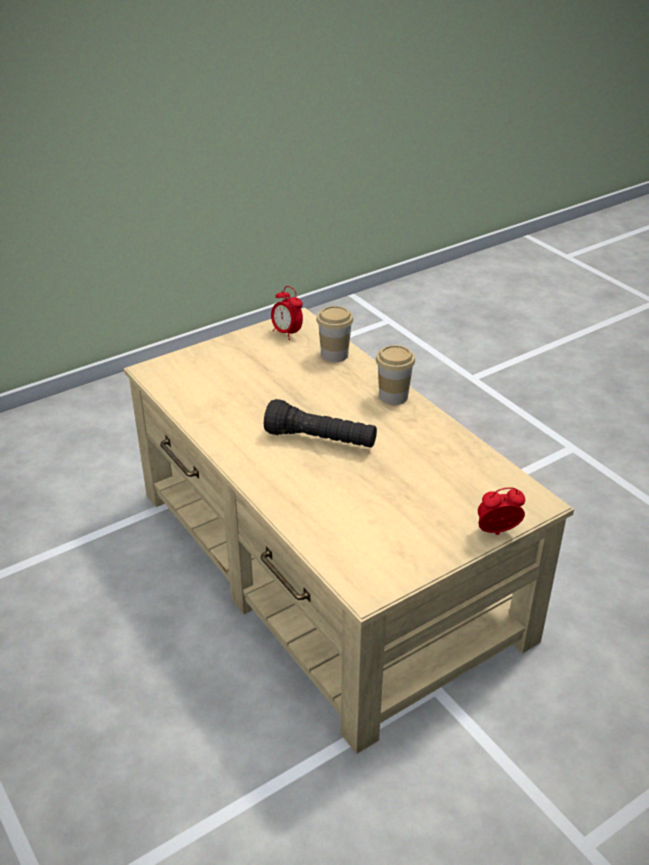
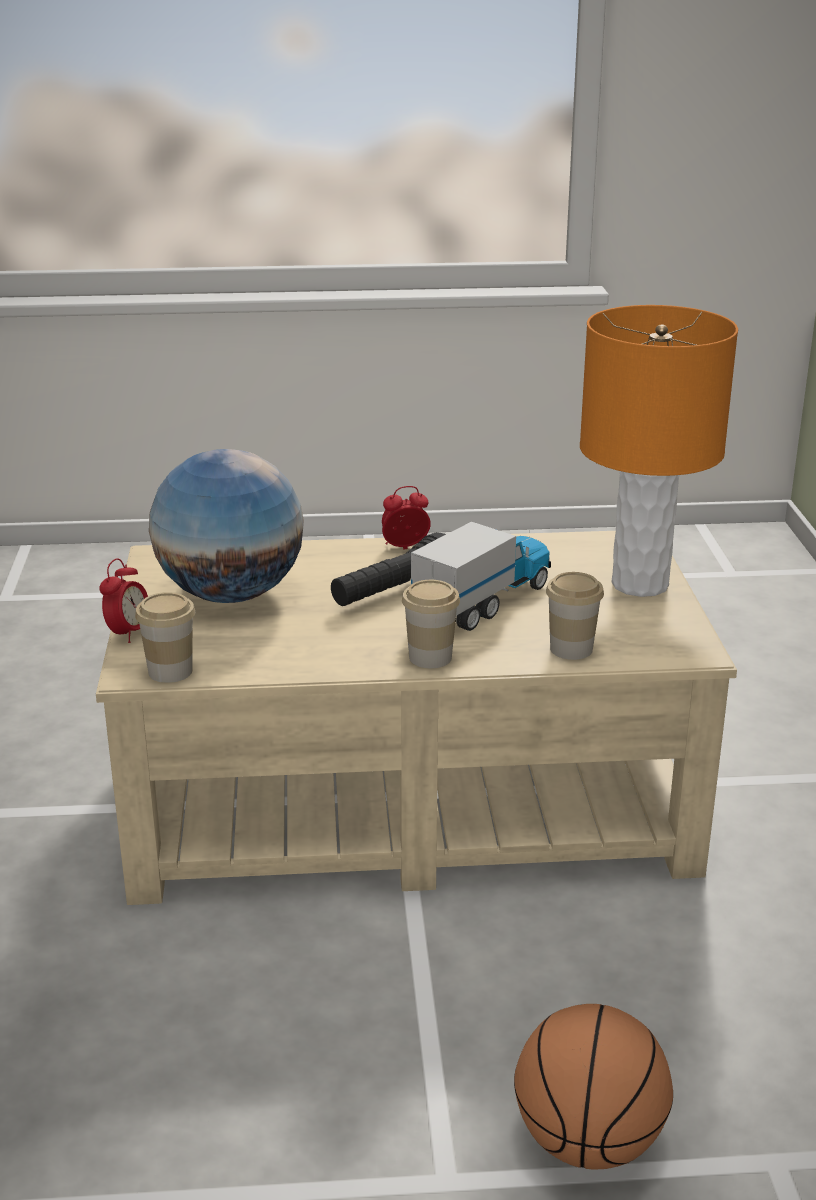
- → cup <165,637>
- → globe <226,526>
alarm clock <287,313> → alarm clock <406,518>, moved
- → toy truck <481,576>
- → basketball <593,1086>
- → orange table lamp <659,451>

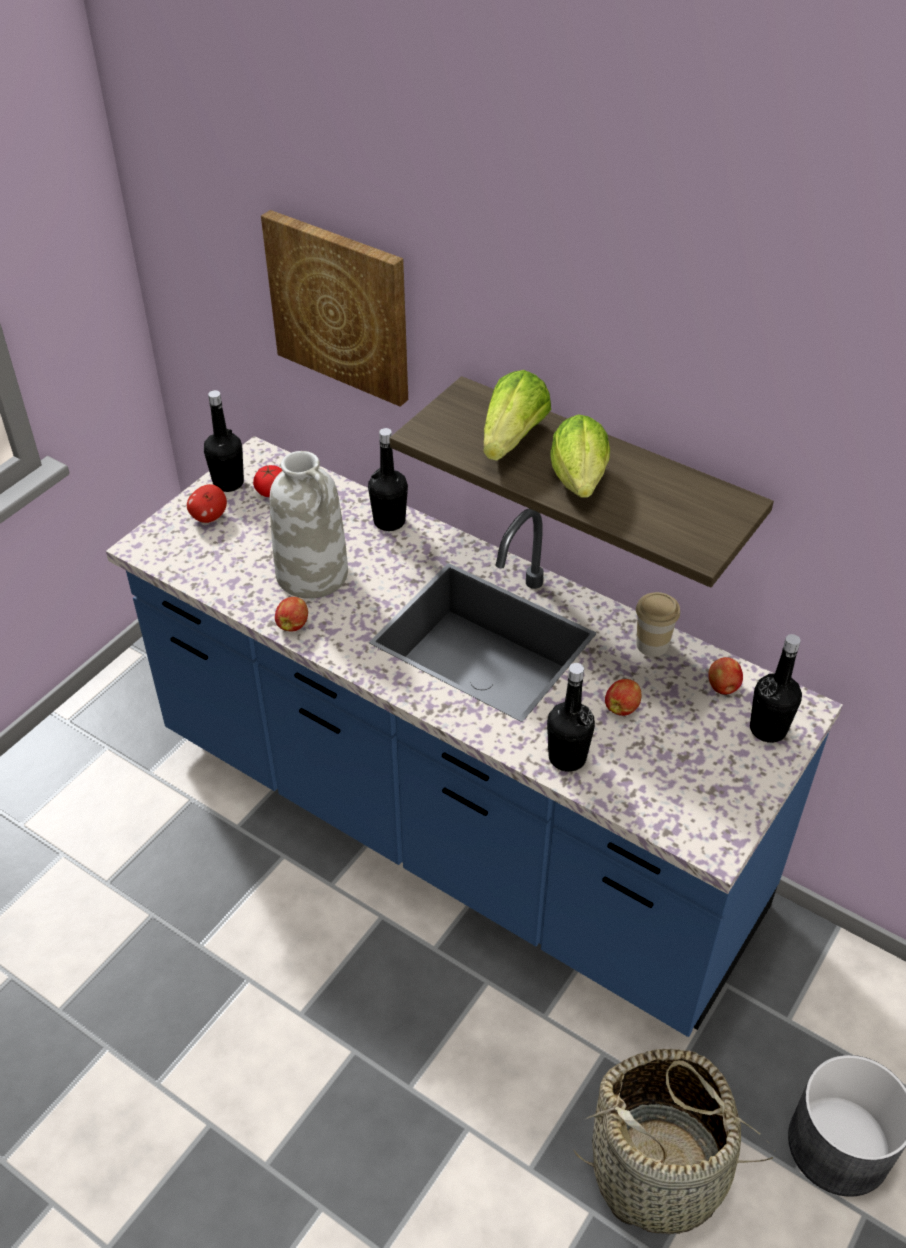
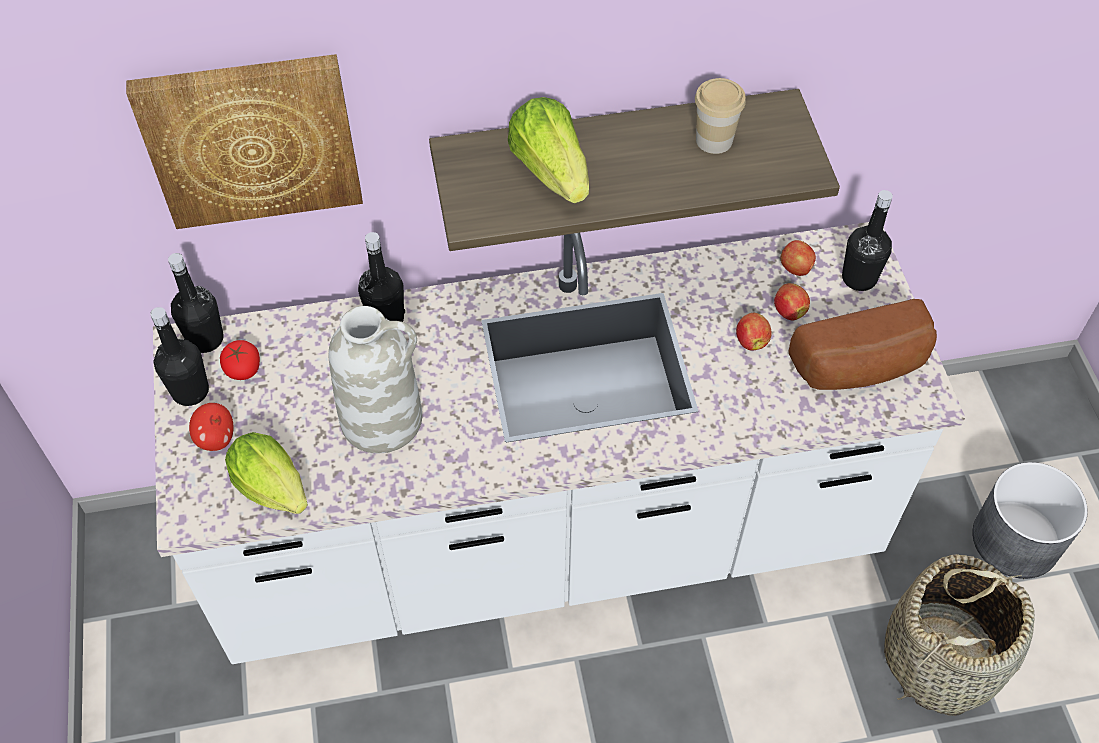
blue counter <474,736> → white counter <559,443>
black bottle <571,717> → black bottle <196,303>, moved
lettuce <580,456> → lettuce <266,473>, moved
cup <658,624> → cup <720,116>, moved
apple <291,614> → apple <792,302>, moved
- → bread <863,344>

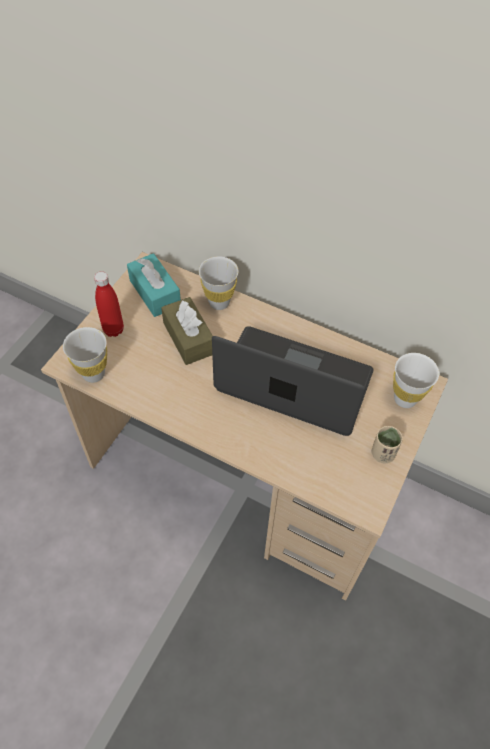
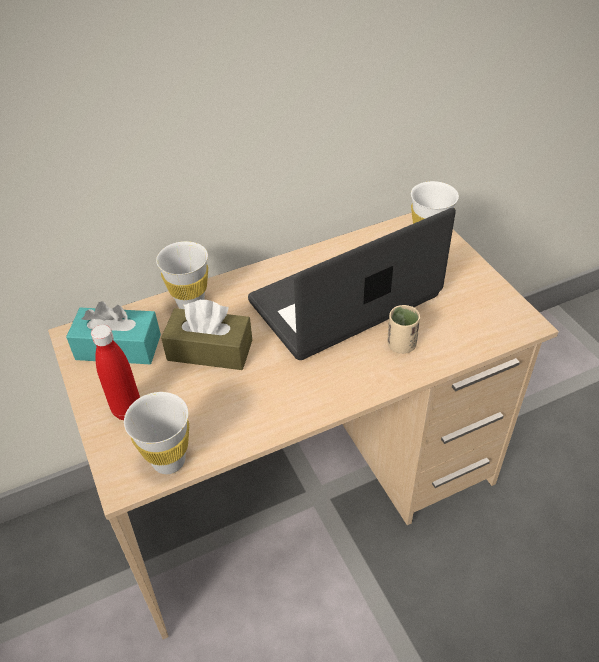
beige cup <387,444> → beige cup <403,329>, moved

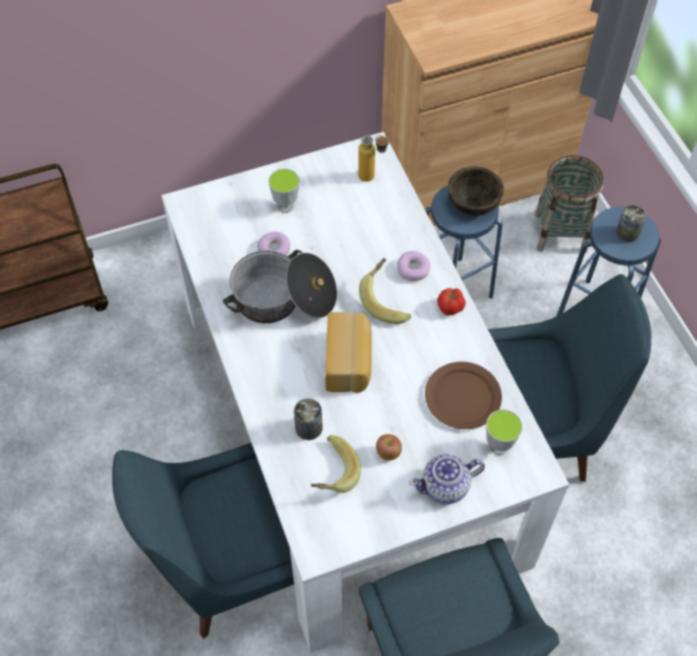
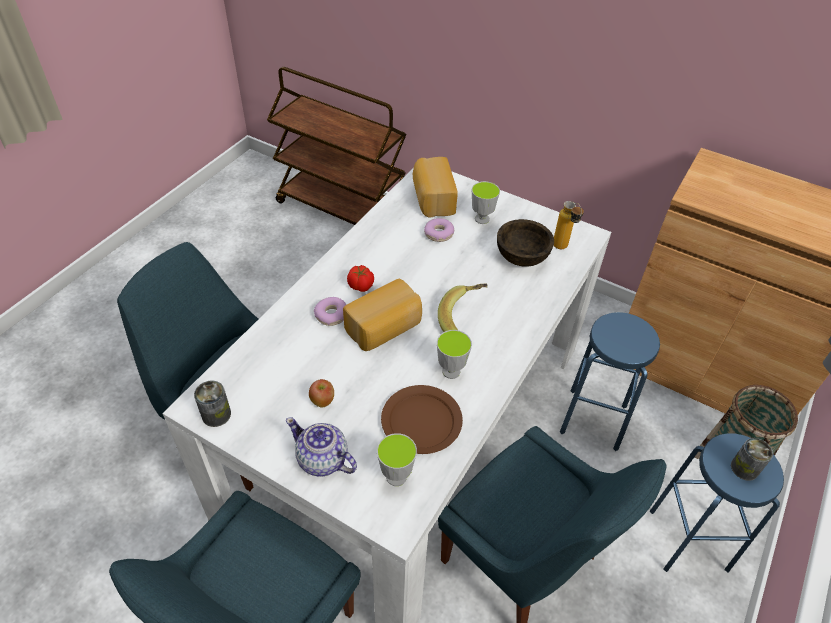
can <308,419> → can <212,403>, moved
donut <413,266> → donut <330,311>, moved
tomato <451,302> → tomato <360,278>, moved
- → bread <435,187>
- → cup <454,354>
brown bowl <476,191> → brown bowl <525,243>, moved
cooking pot <280,286> → -
banana <336,464> → -

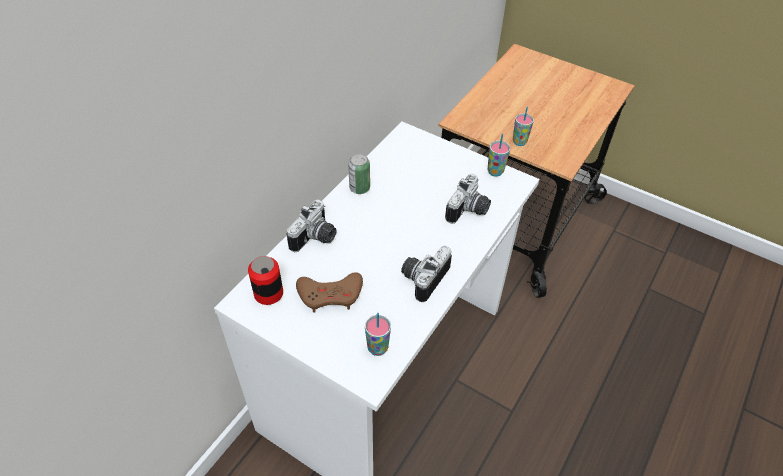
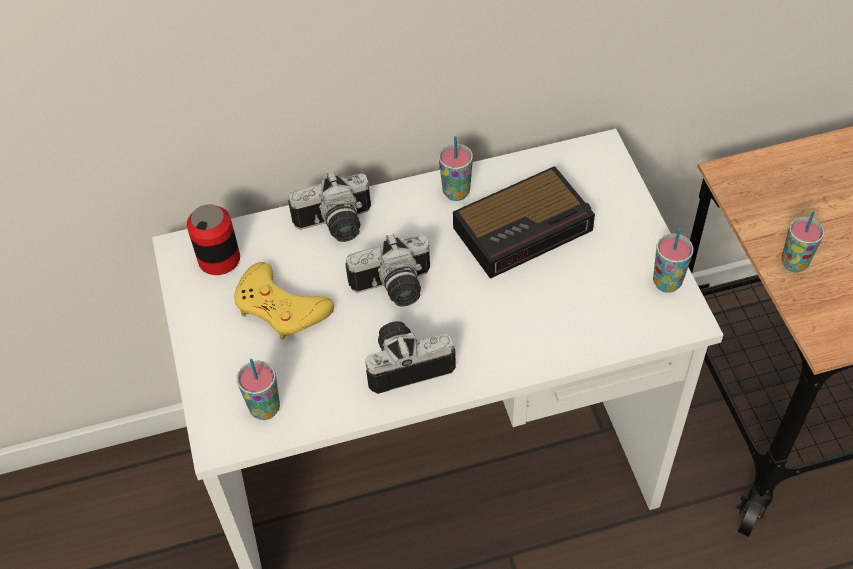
brown game controller <329,292> → yellow game controller <284,301>
photo camera <468,199> → photo camera <387,270>, moved
can <359,173> → cup <456,168>
- → alarm clock <524,222>

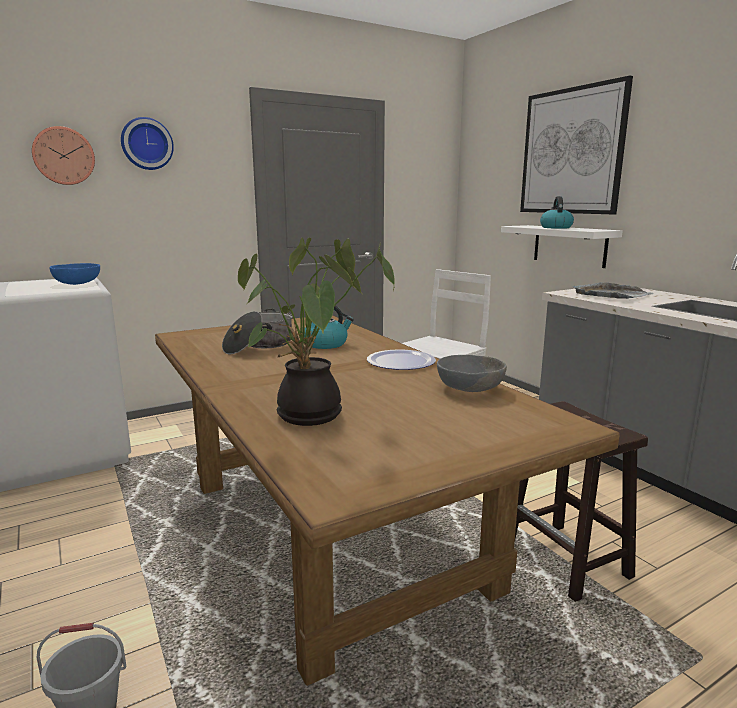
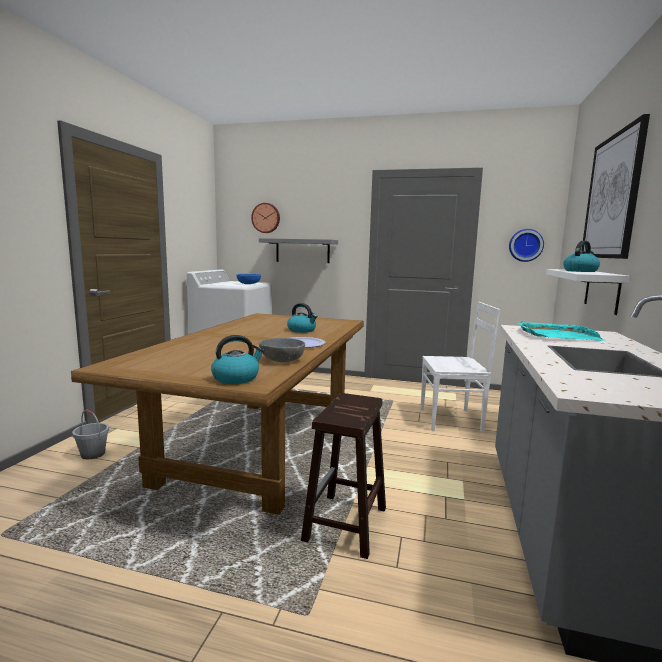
- → kettle <237,359>
- → grey shelf <298,250>
wall clock <147,143> → wall clock <526,245>, moved
grey tray <613,290> → turquoise tray <562,331>
cooking pot <257,331> → -
potted plant <316,331> → -

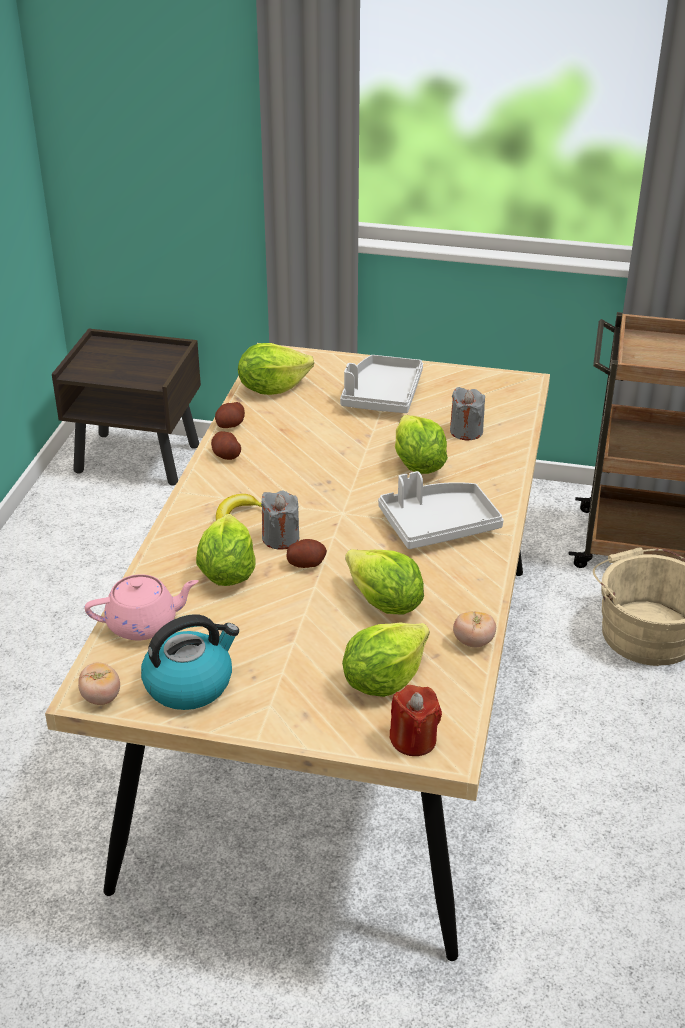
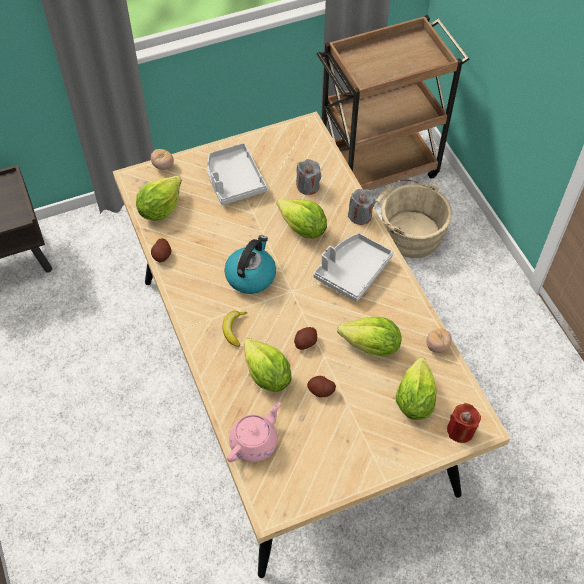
tomato <99,683> → tomato <162,159>, moved
kettle <190,662> → kettle <250,264>, moved
potato <226,445> → potato <321,386>, moved
grey candle <280,520> → grey candle <361,207>, moved

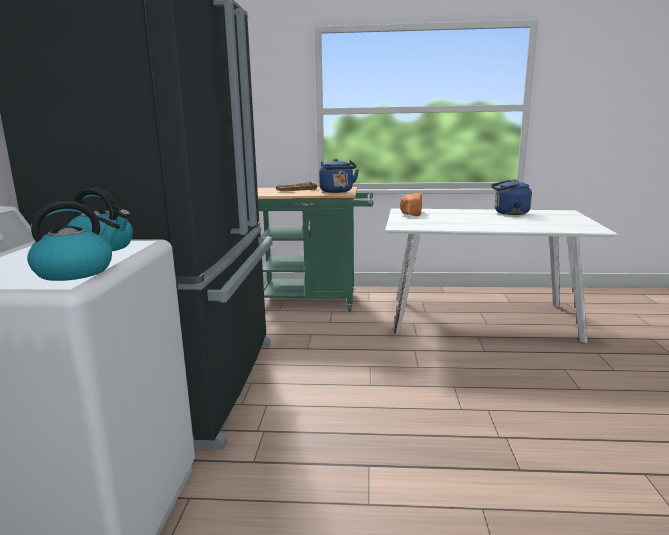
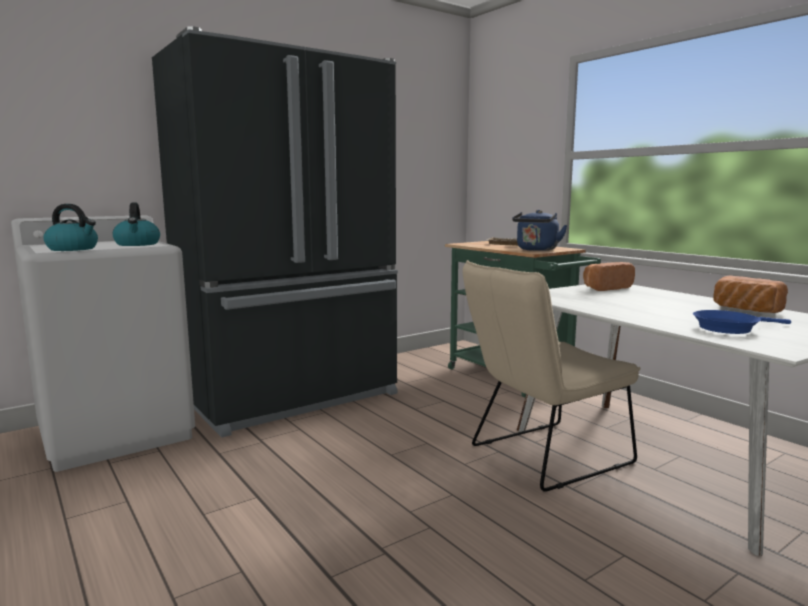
- → beige chair <551,376>
- → blue frying pan <742,322>
blue kettle <511,197> → bread <750,294>

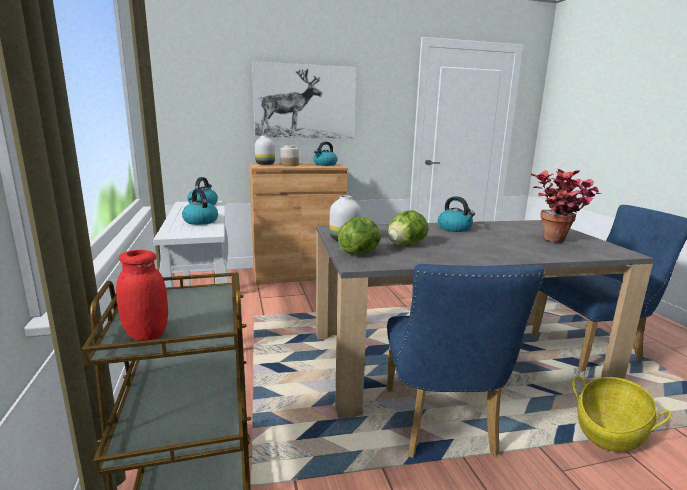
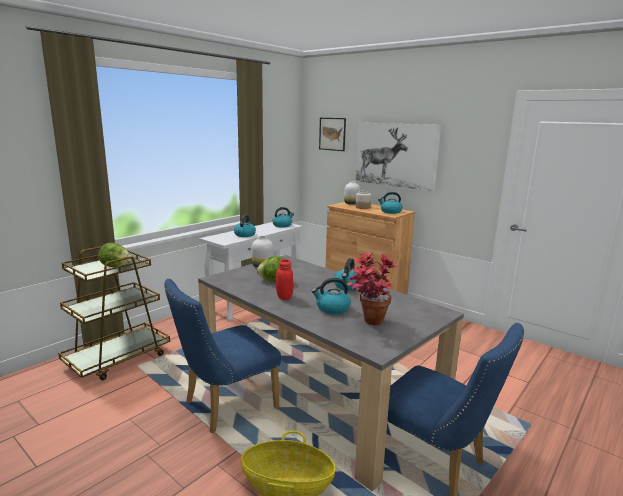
lettuce <359,235> → lettuce <115,255>, moved
red jar <142,295> → red jar <284,279>, moved
- → kettle <331,296>
- → picture <332,134>

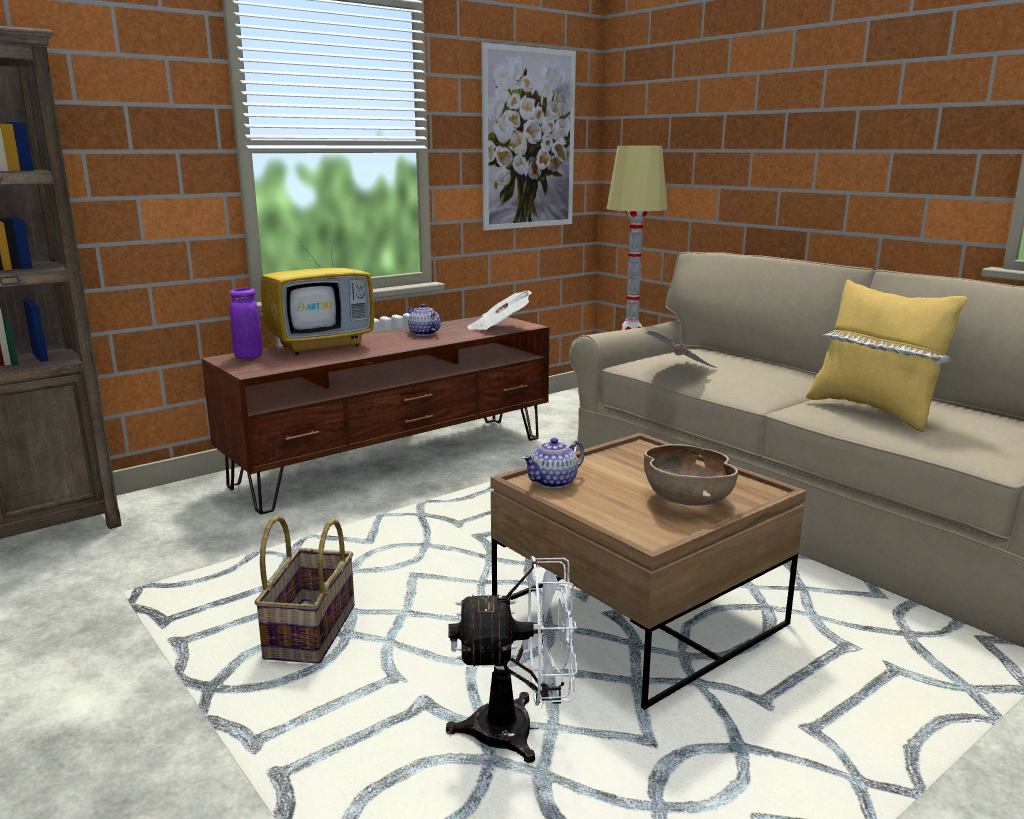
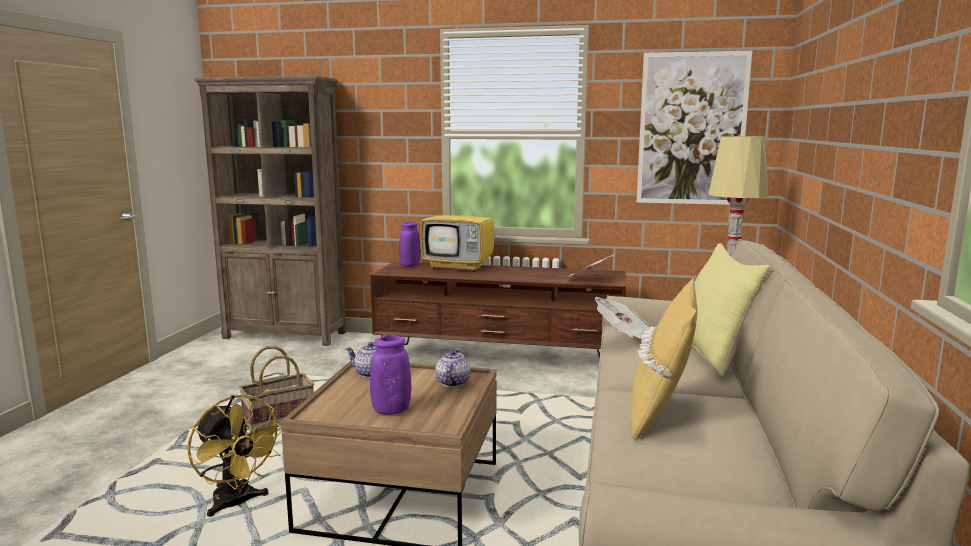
white fan <512,659> → yellow fan <236,456>
brown bowl <691,475> → purple vase <391,375>
teapot <424,320> → teapot <453,368>, moved
- → yellow pillow <731,309>

